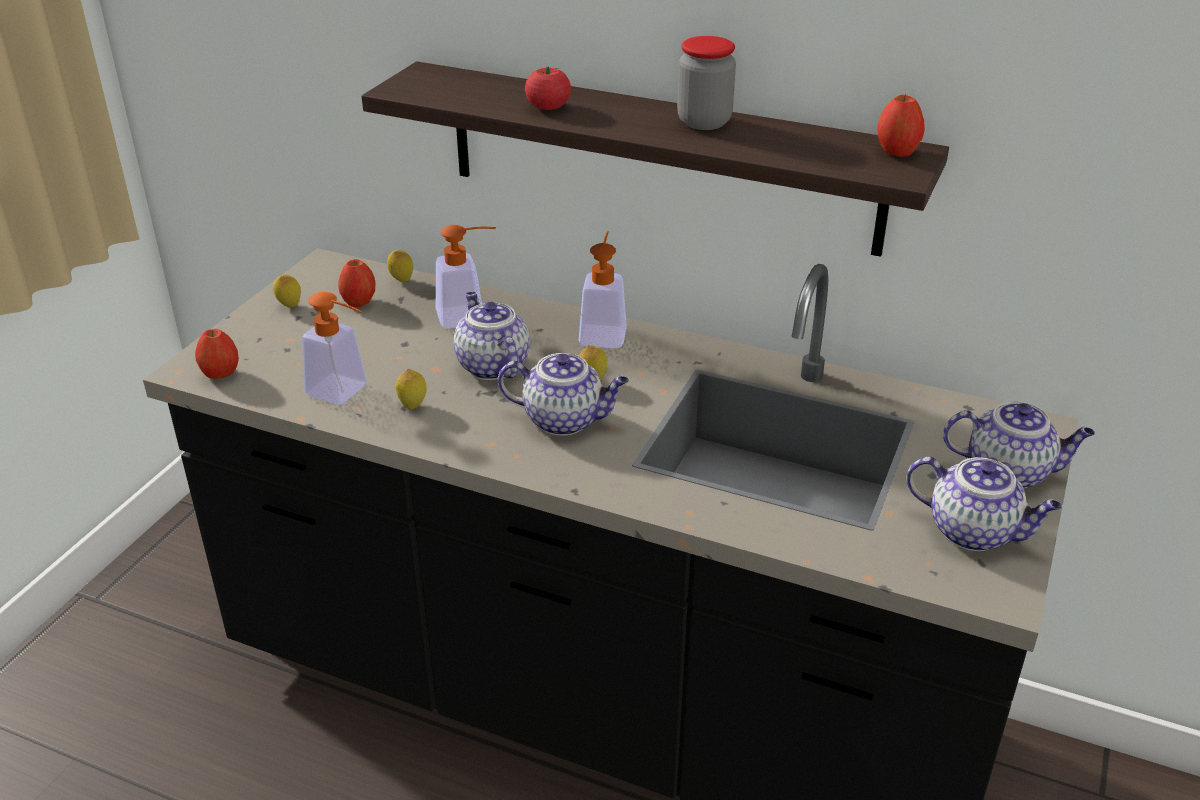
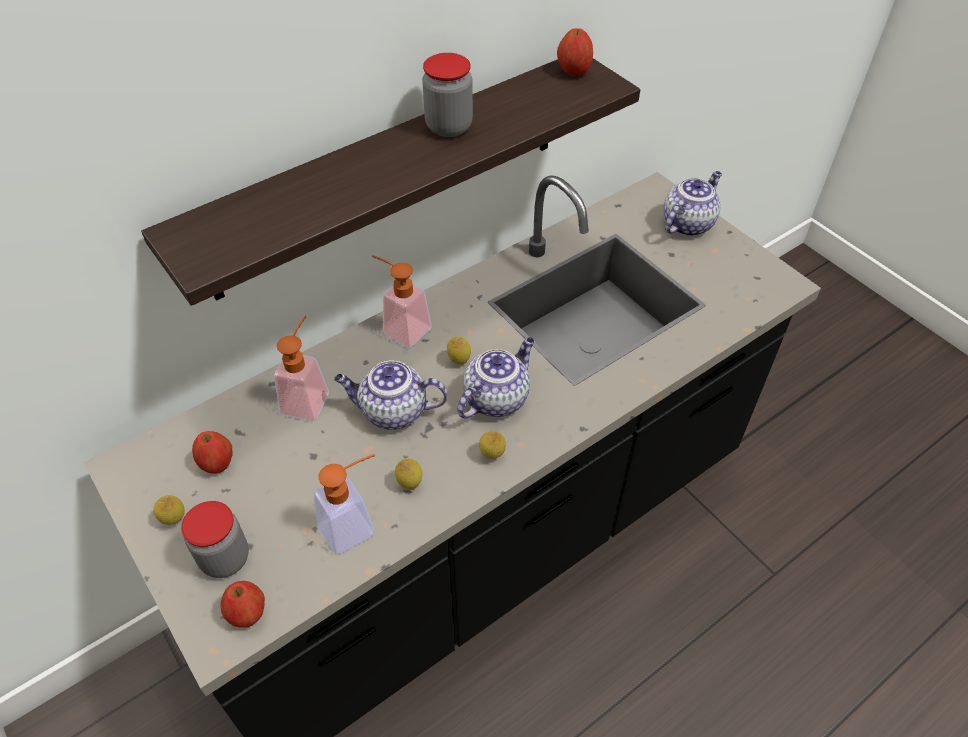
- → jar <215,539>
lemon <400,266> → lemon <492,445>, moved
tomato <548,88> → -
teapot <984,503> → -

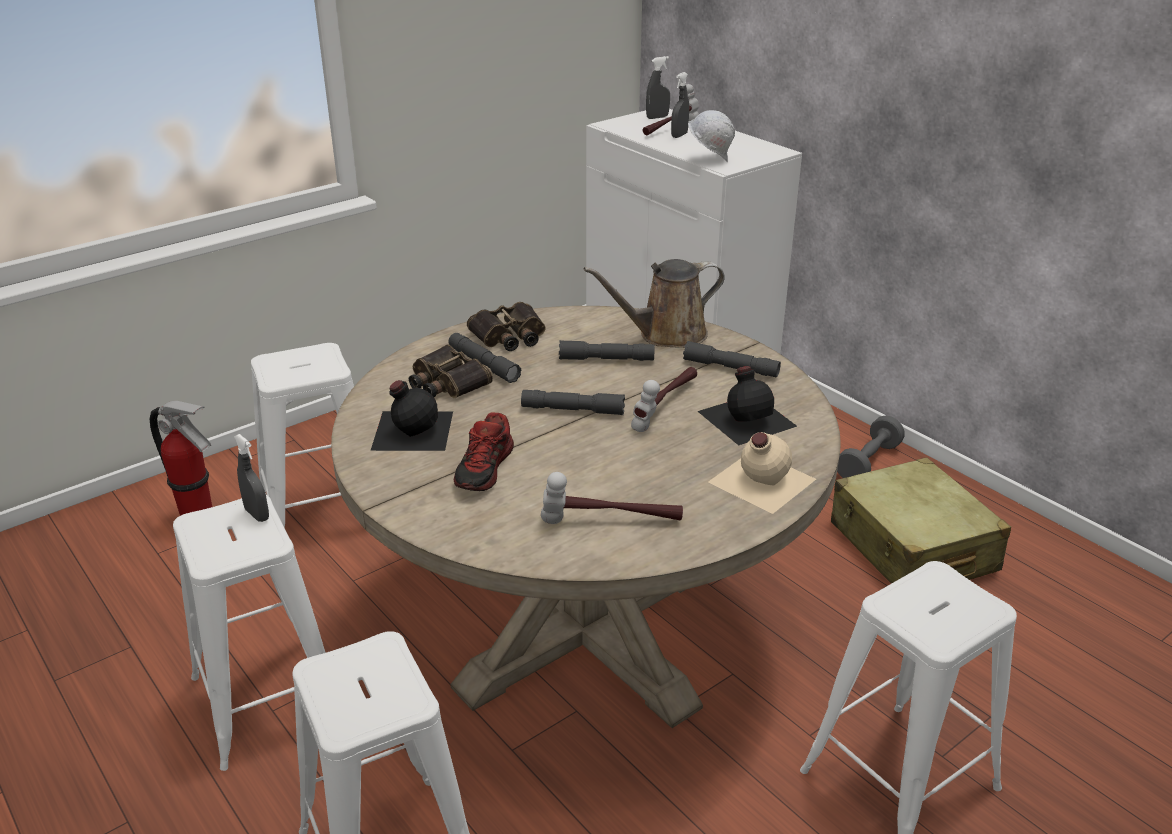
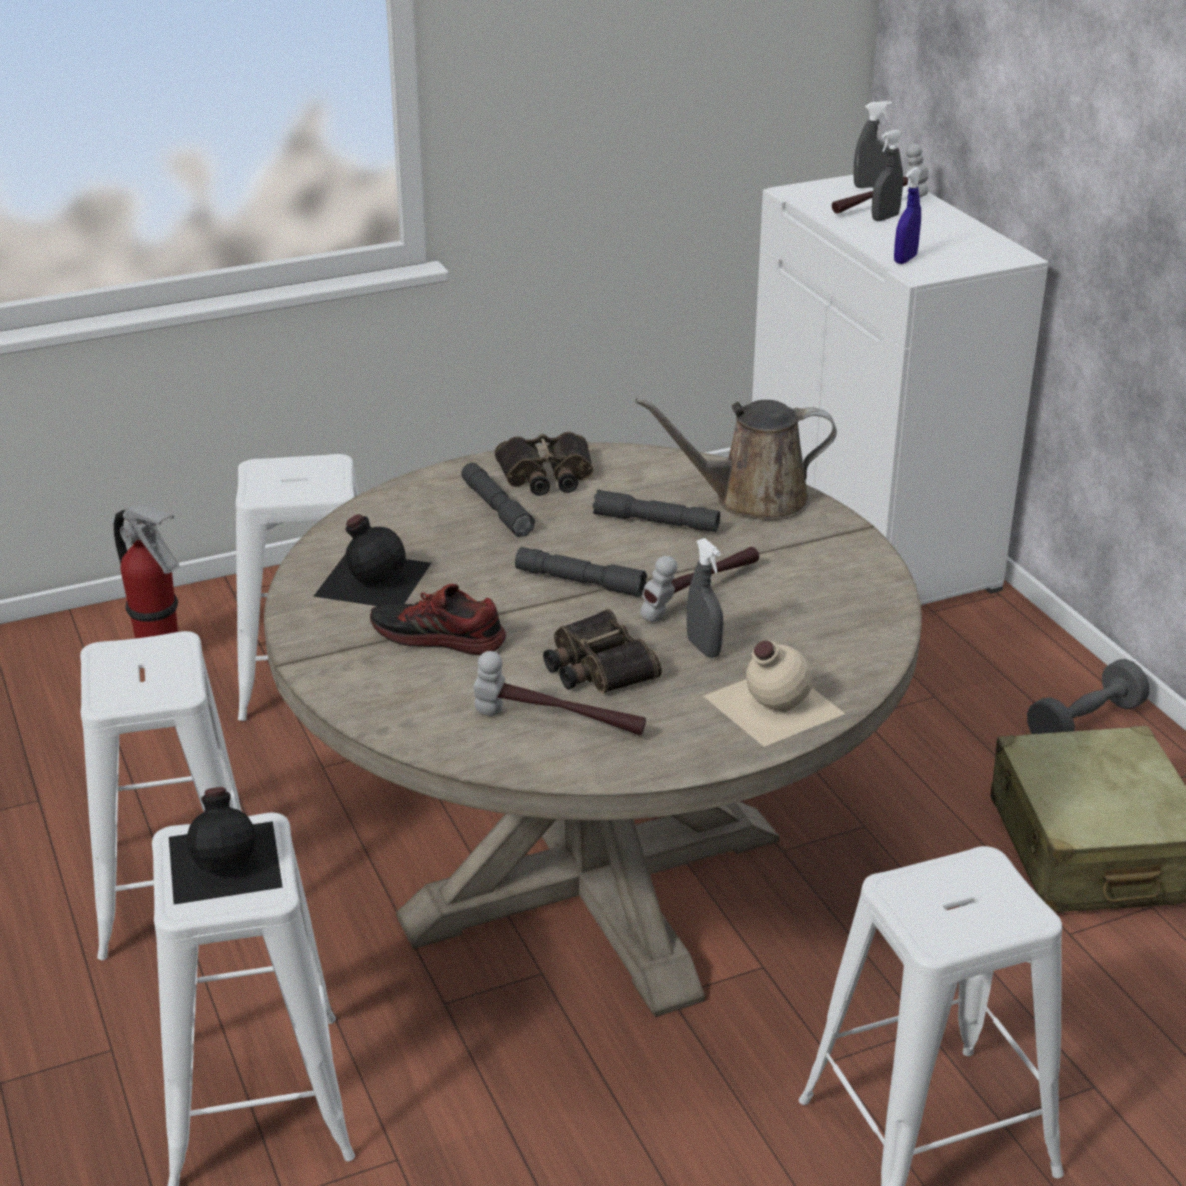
black bottle <747,406> → black bottle <226,846>, moved
shoe <484,451> → shoe <438,619>, 75 degrees clockwise
binoculars <451,371> → binoculars <602,651>, moved
grey spray bottle <251,478> → grey spray bottle <705,598>, moved
white hard hat <711,136> → blue spray bottle <907,215>
grey flashlight <732,359> → -

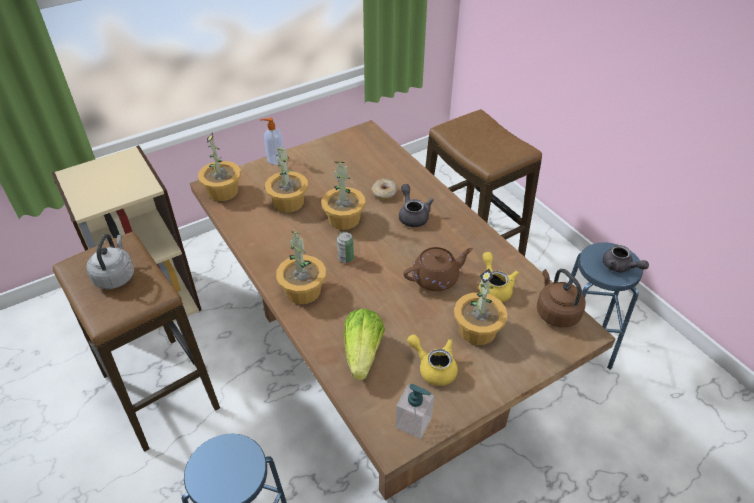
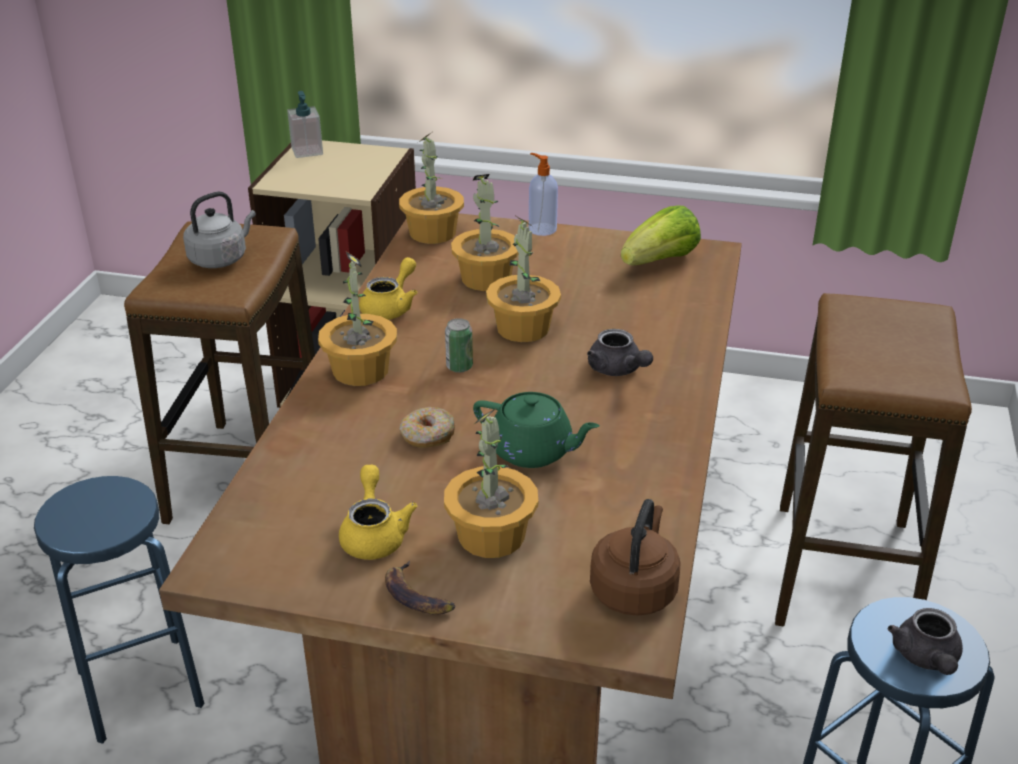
soap dispenser <414,411> → soap dispenser <305,124>, moved
yellow teapot <499,277> → yellow teapot <388,288>, moved
- → banana <420,588>
donut <385,189> → donut <427,427>, moved
brown teapot <438,269> → green teapot <536,430>
grey teapot <416,205> → grey teapot <620,352>, 120 degrees clockwise
lettuce <364,344> → lettuce <661,235>, moved

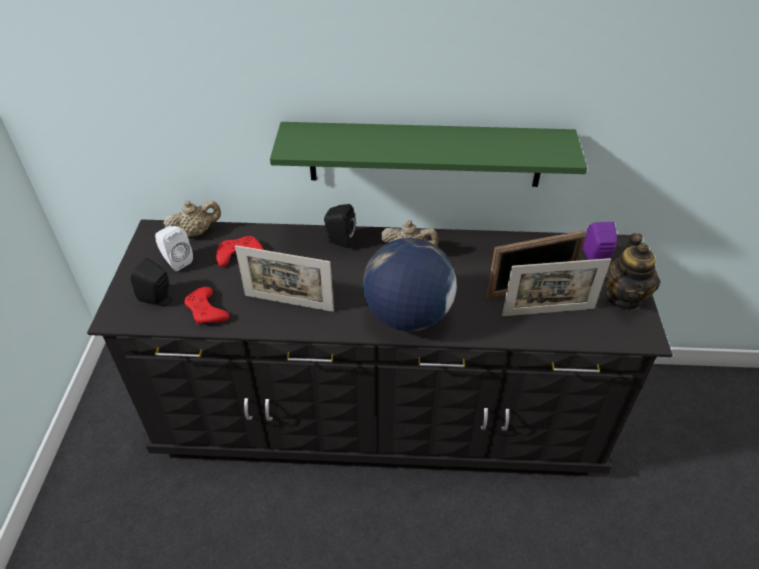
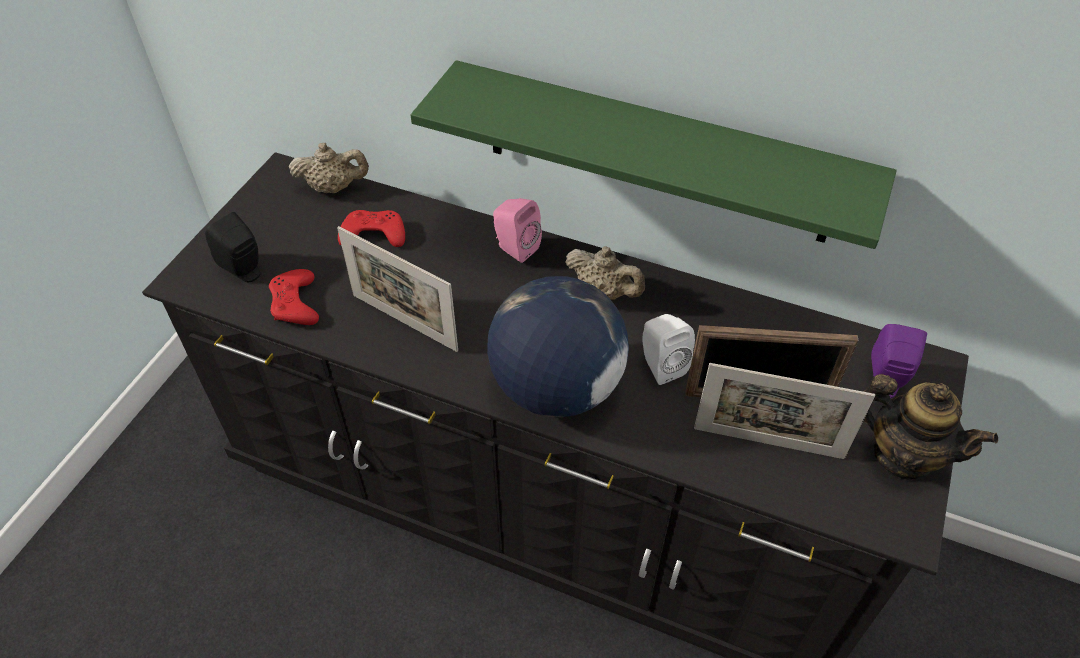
black speaker <340,226> → pink speaker <517,230>
white speaker <174,248> → white speaker <668,349>, moved
teapot <632,272> → teapot <930,427>, 90 degrees counterclockwise

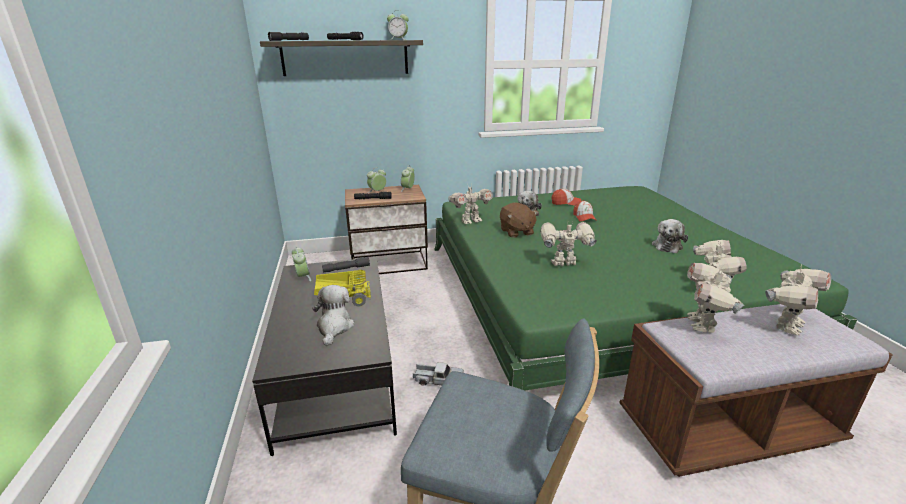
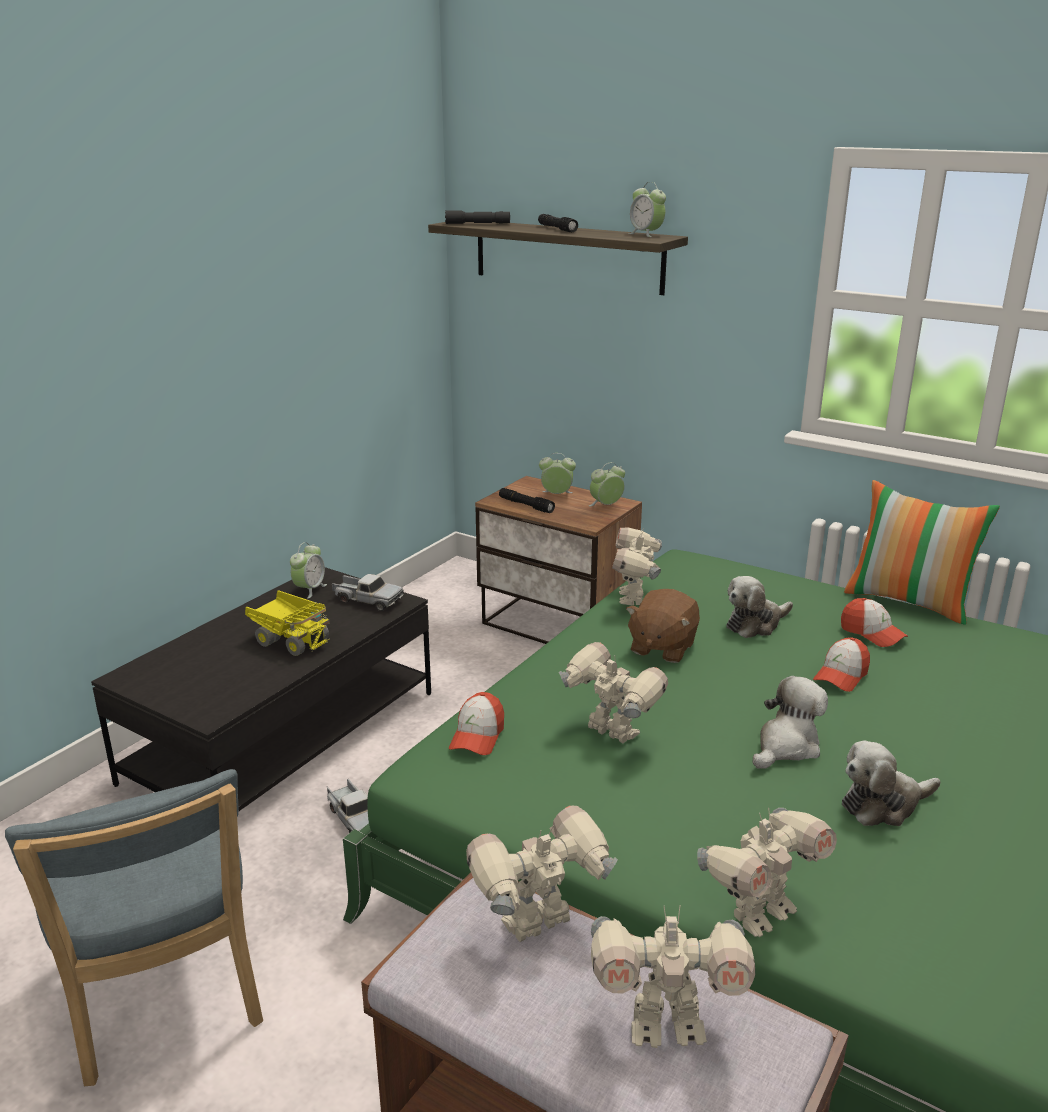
grey flashlight <346,265> → toy truck <368,592>
- → cap <476,723>
toy robot <470,203> → toy robot <637,566>, 75 degrees clockwise
plush toy <333,315> → plush toy <790,722>, moved
- → pillow <922,552>

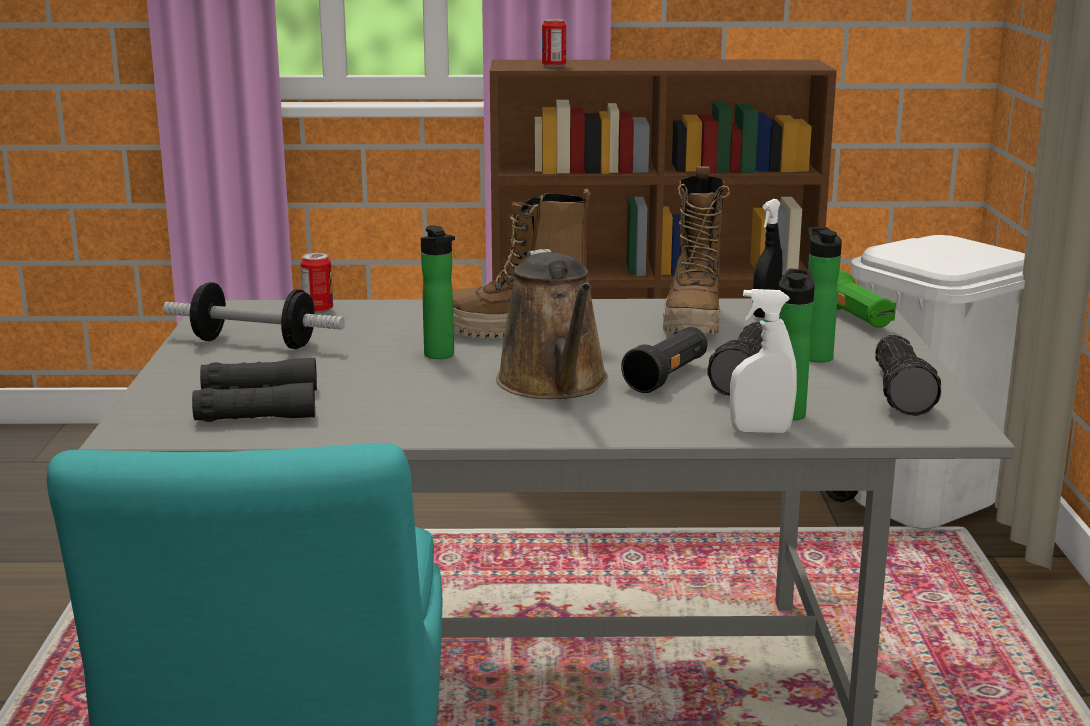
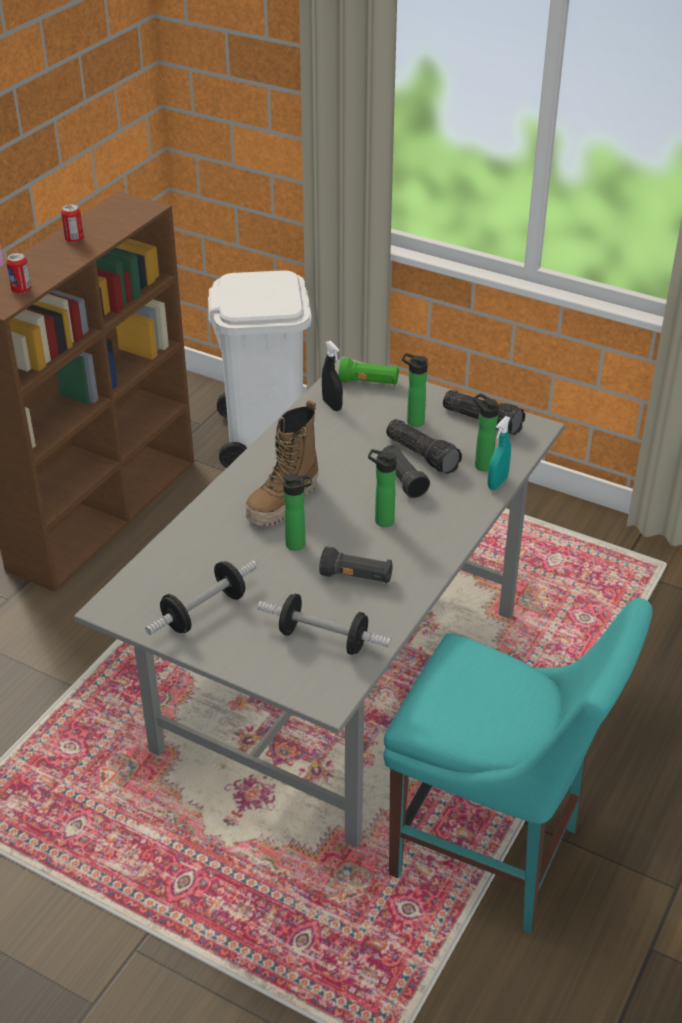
can <317,283> → can <72,223>, moved
black binoculars <254,389> → dumbbell <324,624>
- → black flashlight <356,564>
brown watering can <552,324> → bottle <382,488>
white spray bottle <763,361> → turquoise spray bottle <499,453>
boot <696,250> → -

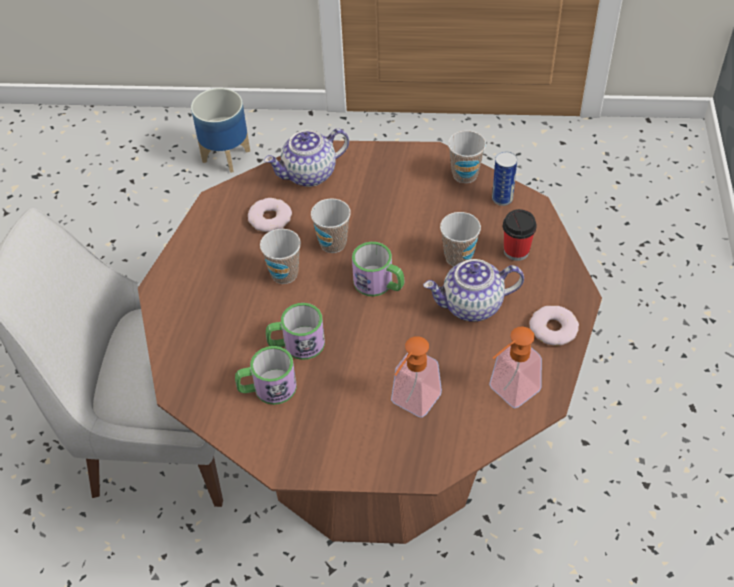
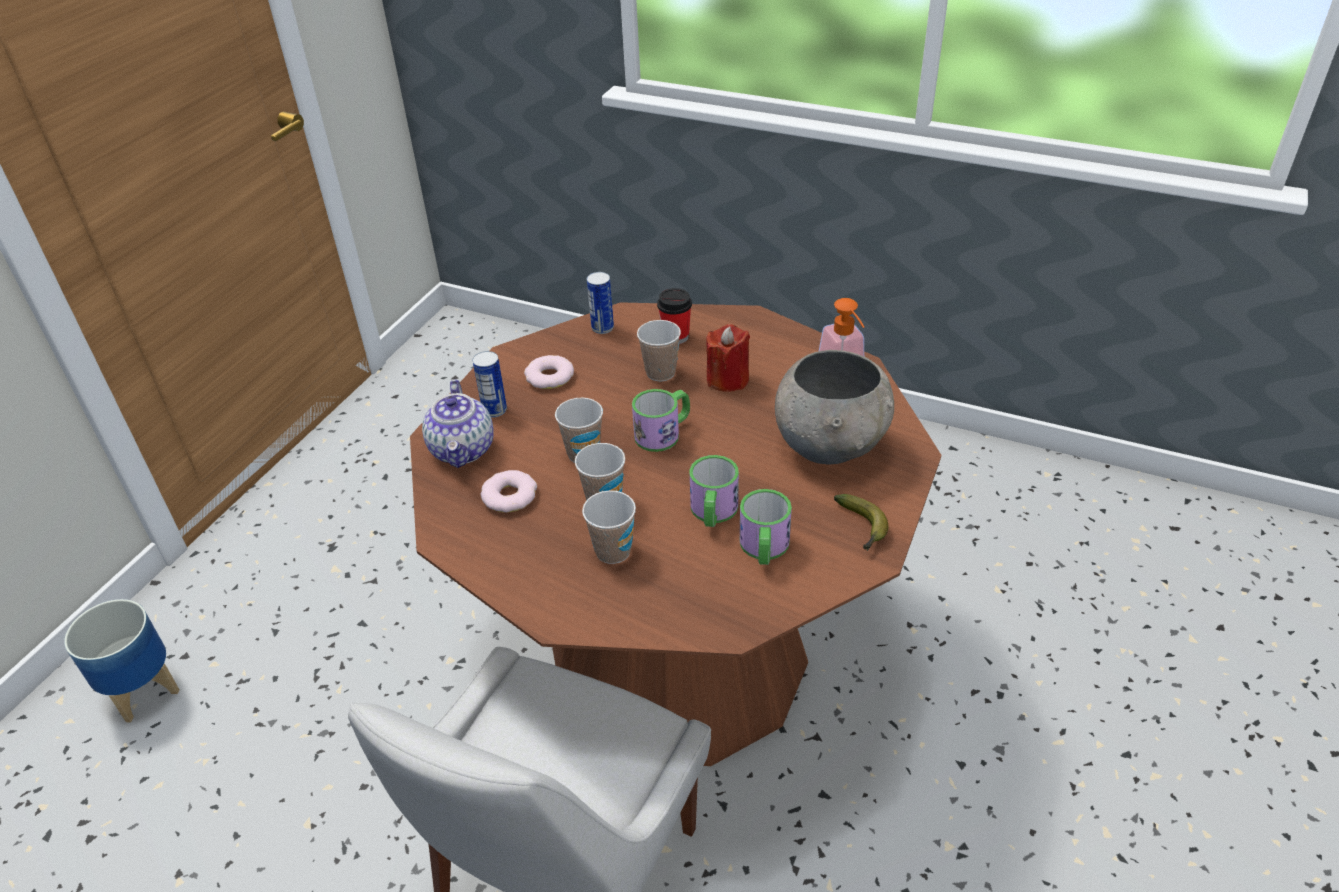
- → can <489,384>
donut <554,326> → donut <549,372>, moved
cup <467,157> → cup <609,527>, moved
teapot <473,290> → red candle <728,358>
soap dispenser <416,377> → grey bowl <834,407>
- → banana <861,522>

